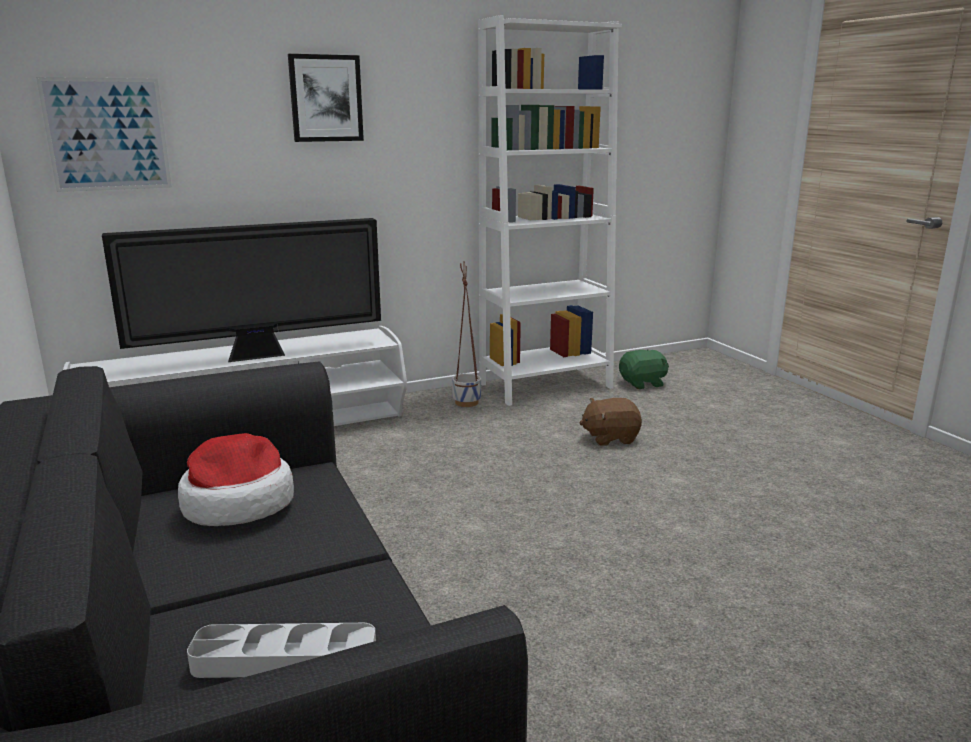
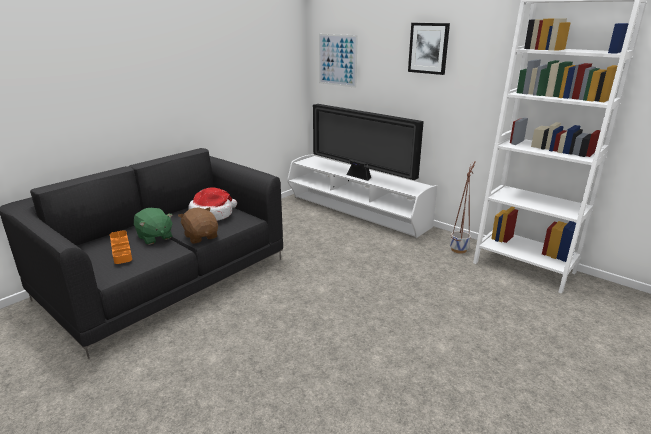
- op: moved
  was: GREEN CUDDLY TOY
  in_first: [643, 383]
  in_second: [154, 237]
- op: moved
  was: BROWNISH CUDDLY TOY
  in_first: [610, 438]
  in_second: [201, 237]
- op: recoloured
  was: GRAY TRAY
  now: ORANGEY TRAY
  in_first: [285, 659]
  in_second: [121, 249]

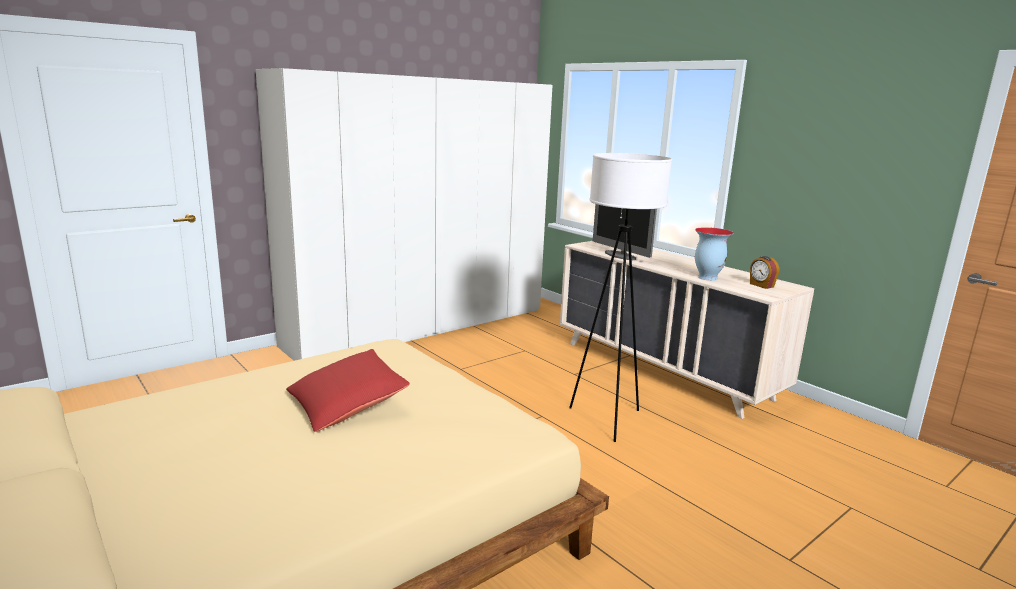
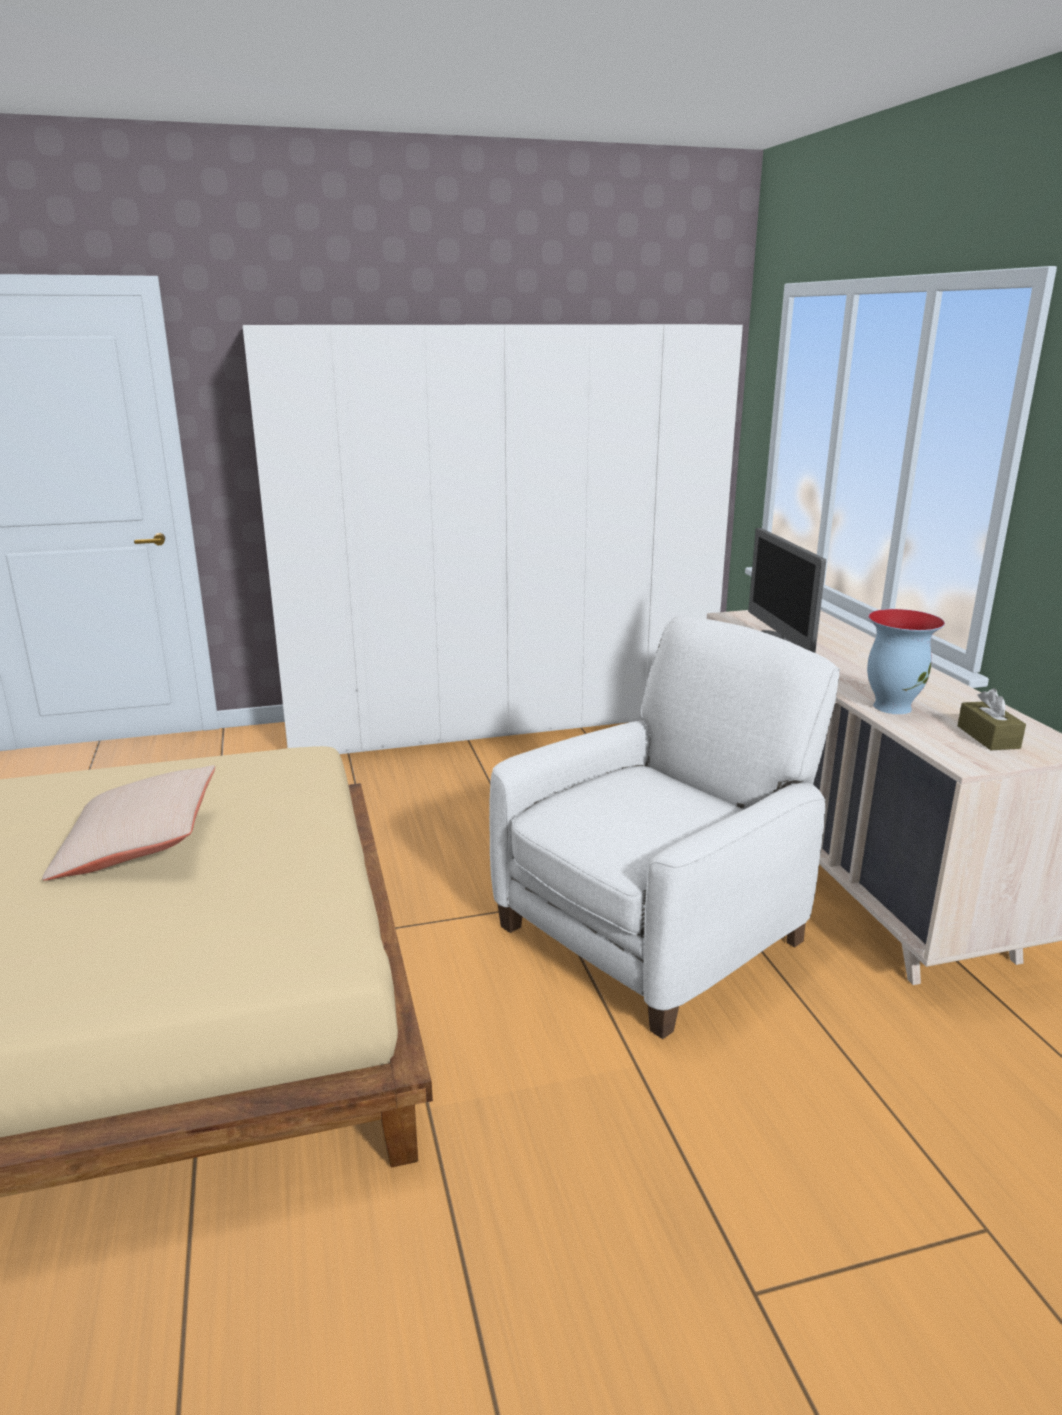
- op: replaced
  was: WHITE-COLOURED STANDARD LAMP
  now: WHITE-COLOURED ARMCHAIR
  in_first: [607, 420]
  in_second: [654, 932]
- op: replaced
  was: ALARM CLOCK
  now: BROWNISH BOX OF TISSUES
  in_first: [761, 285]
  in_second: [988, 737]
- op: recoloured
  was: RED CUSHION
  now: BEIGE CUSHION
  in_first: [347, 405]
  in_second: [139, 845]

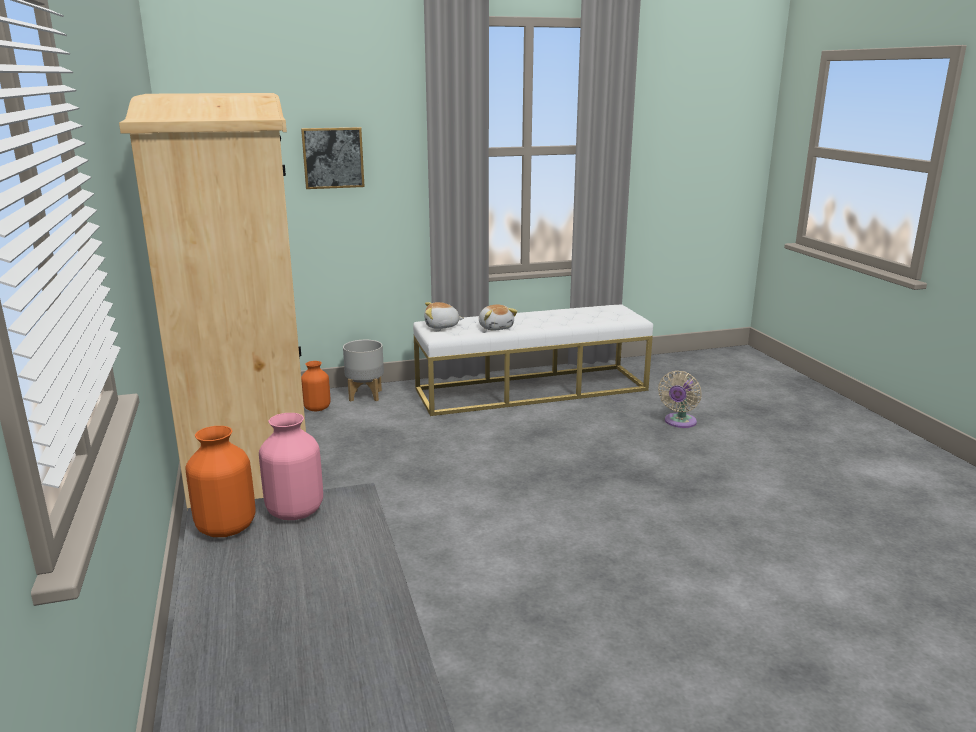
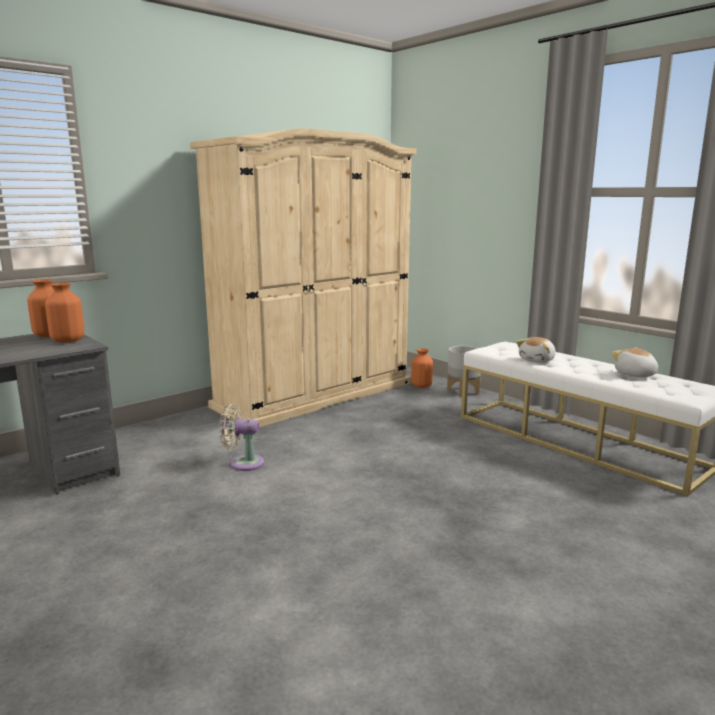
- op: removed
  was: WALL ART
  in_first: [333, 158]
- op: moved
  was: CUDDLY TOY
  in_first: [441, 326]
  in_second: [635, 374]
- op: moved
  was: BEIGE COOLING FAN
  in_first: [679, 422]
  in_second: [243, 463]
- op: recoloured
  was: PINKISH VASE
  now: ORANGEY VASE
  in_first: [294, 512]
  in_second: [67, 340]

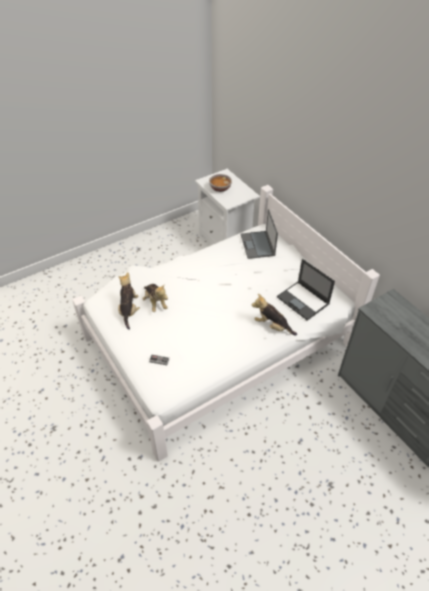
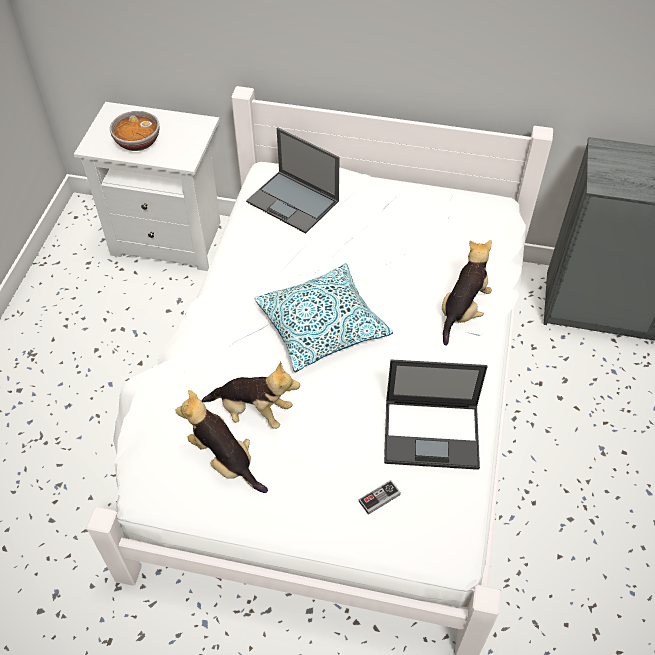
- op: moved
  was: PORTABLE COMPUTER
  in_first: [303, 301]
  in_second: [432, 433]
- op: turned
  was: CUDDLY TOY
  in_first: [272, 326]
  in_second: [463, 310]
  clockwise: 135
- op: added
  now: CUSHION
  in_second: [322, 325]

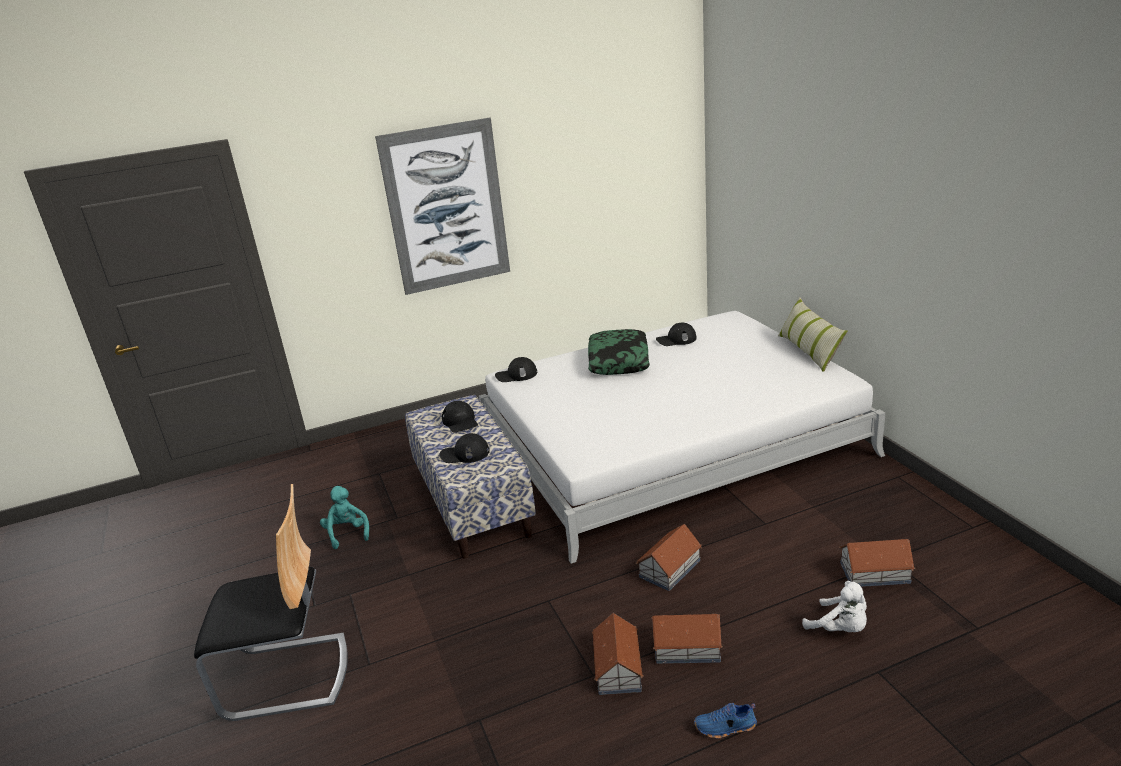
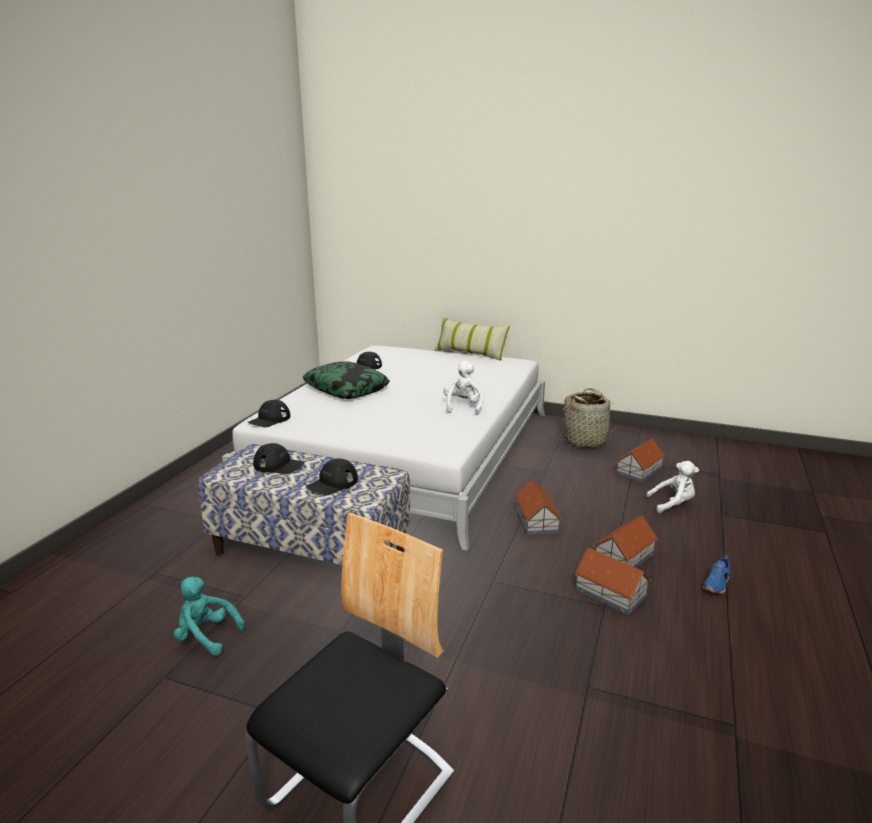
- op: removed
  was: WALL ART
  in_first: [446, 207]
- op: added
  now: WHITE-COLOURED CUDDLY TOY
  in_second: [463, 407]
- op: added
  now: HOUSEHOLD BASKET
  in_second: [585, 441]

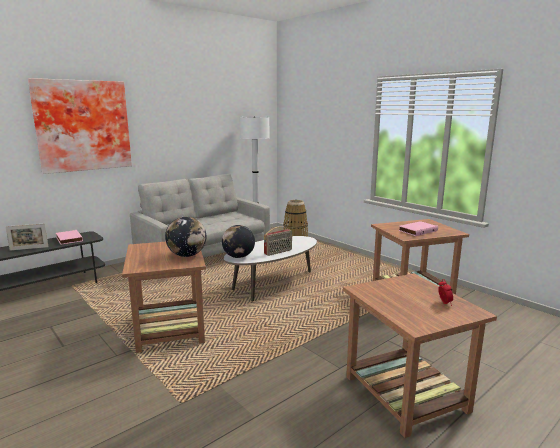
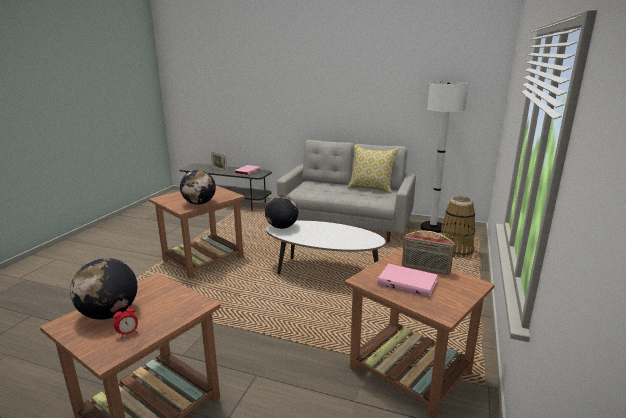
- op: removed
  was: WALL ART
  in_first: [83, 125]
- op: moved
  was: RADIO SET
  in_first: [278, 252]
  in_second: [425, 269]
- op: added
  now: CUSHION
  in_second: [371, 189]
- op: added
  now: DESK GLOBE
  in_second: [109, 314]

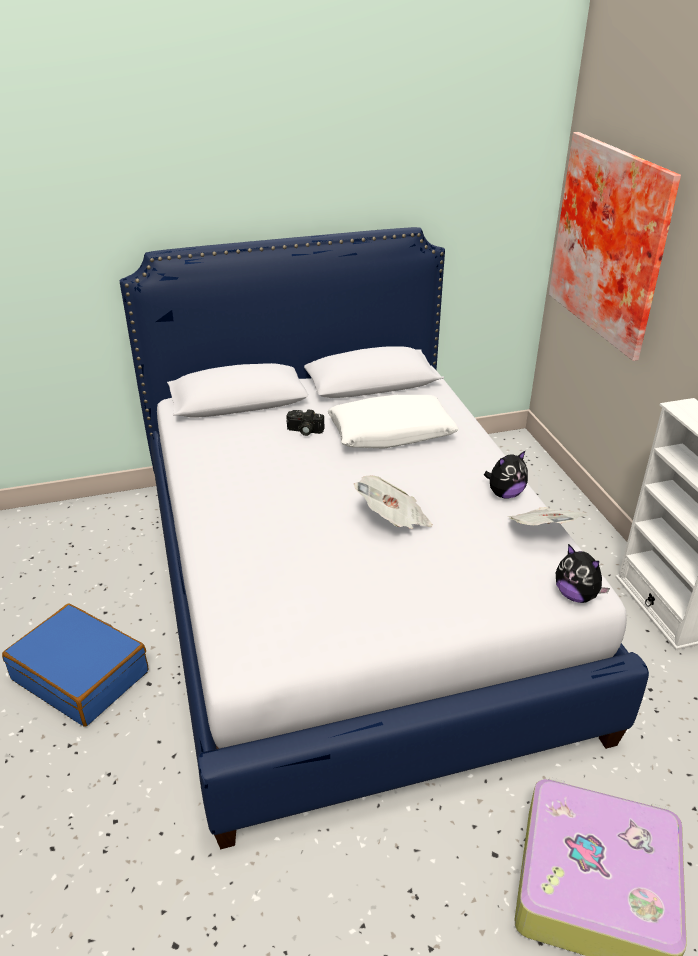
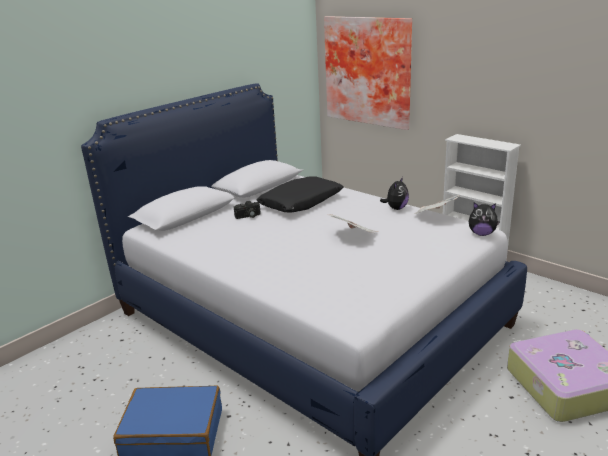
- op: recoloured
  was: WHITE-COLOURED CUSHION
  now: BLACK CUSHION
  in_first: [391, 433]
  in_second: [301, 202]

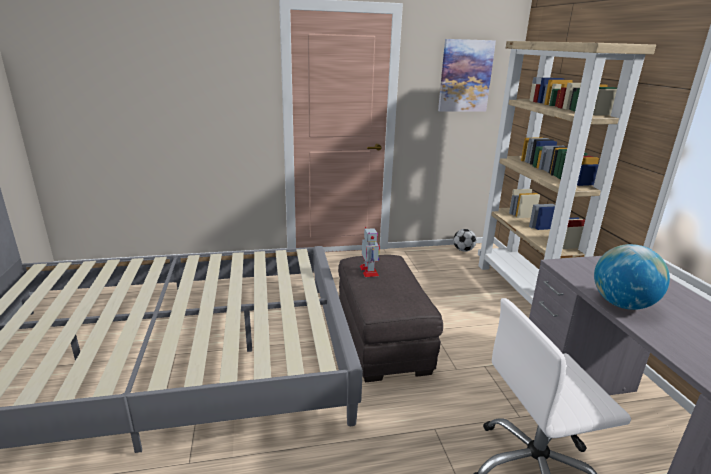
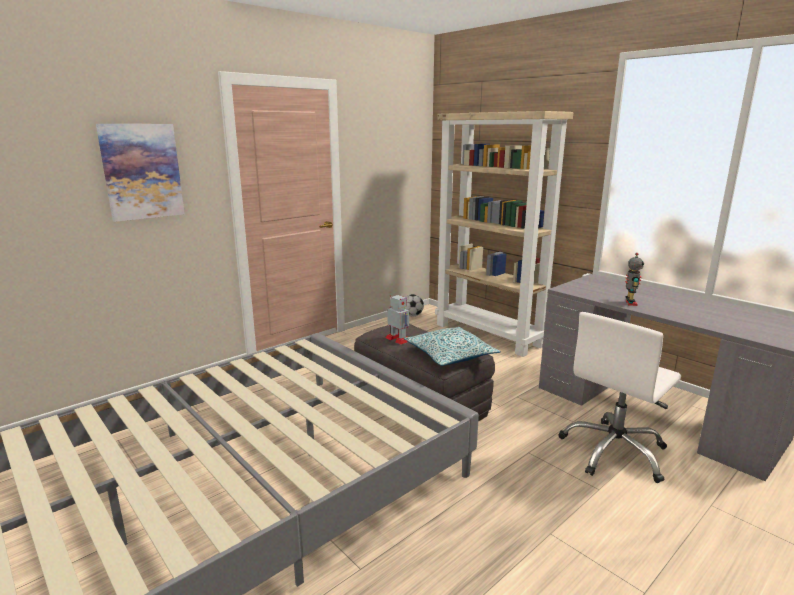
- op: moved
  was: WALL ART
  in_first: [465, 76]
  in_second: [142, 171]
- op: replaced
  was: DESK GLOBE
  now: MODEL ROBOT
  in_first: [621, 304]
  in_second: [630, 303]
- op: added
  now: CUSHION
  in_second: [450, 355]

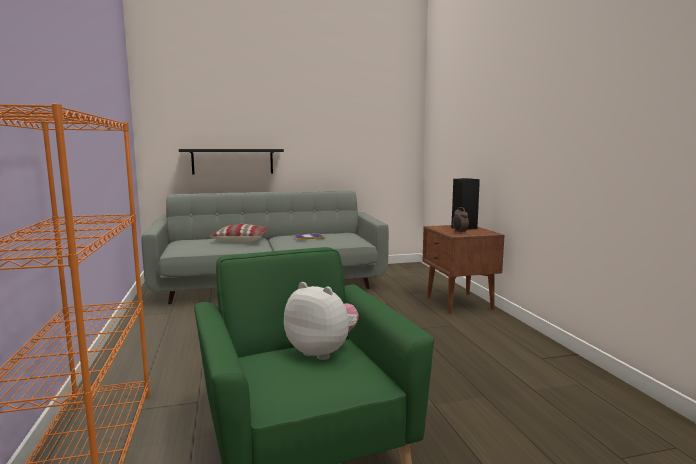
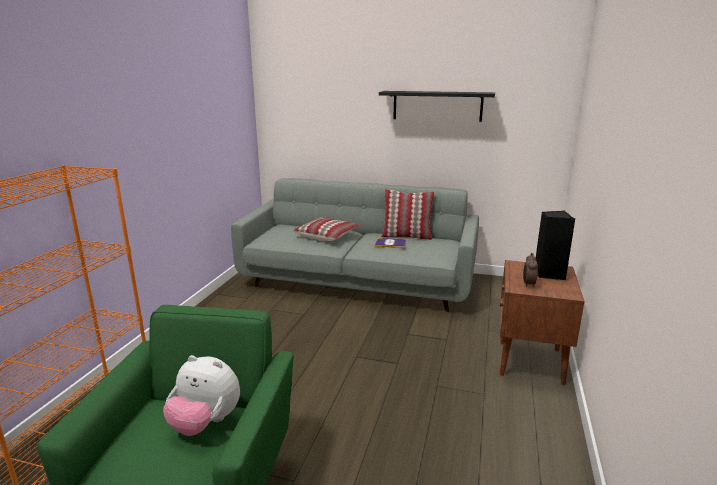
- op: moved
  was: BLACK WALL SHELF
  in_first: [232, 161]
  in_second: [437, 106]
- op: turned
  was: CUDDLY TOY
  in_first: [322, 352]
  in_second: [205, 423]
  clockwise: 135
- op: added
  now: CUSHION
  in_second: [406, 236]

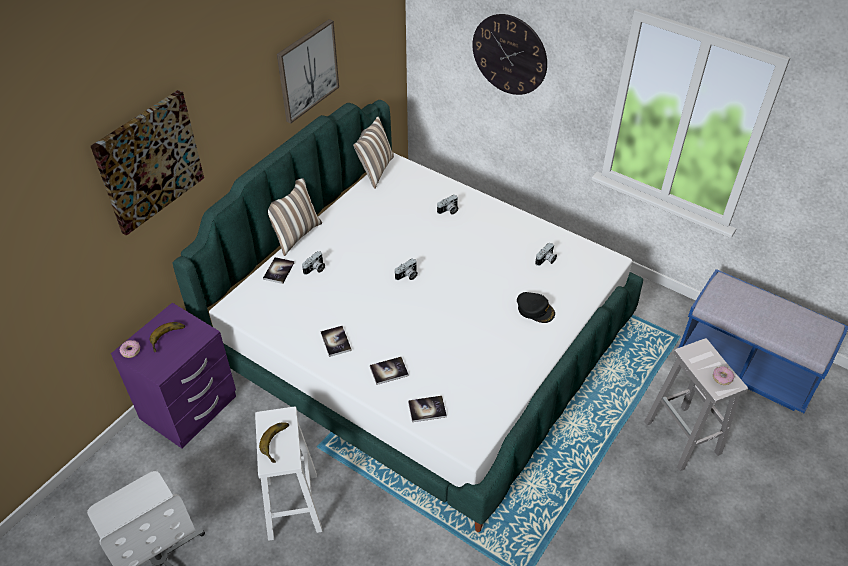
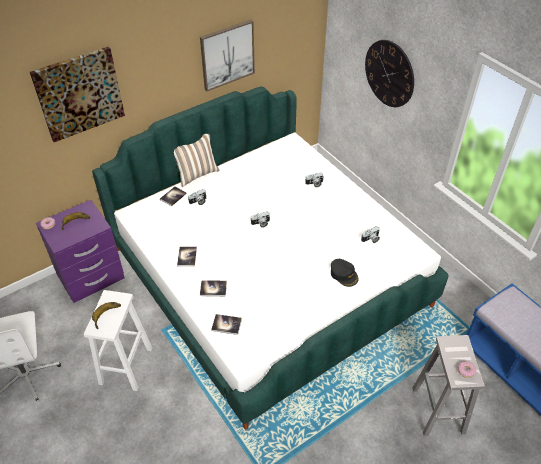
- op: removed
  was: CUSHION
  in_first: [375, 170]

